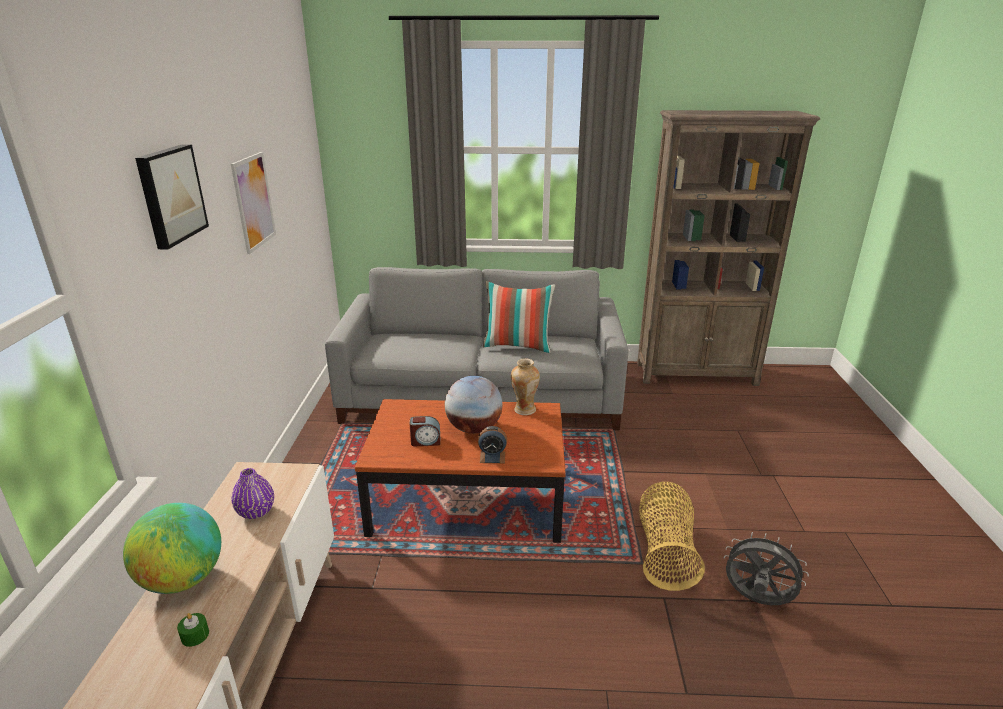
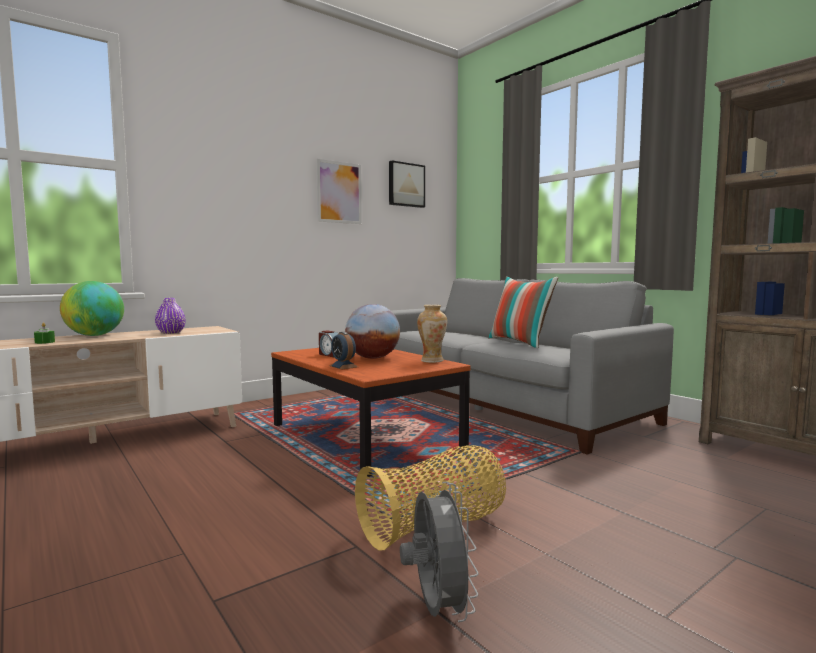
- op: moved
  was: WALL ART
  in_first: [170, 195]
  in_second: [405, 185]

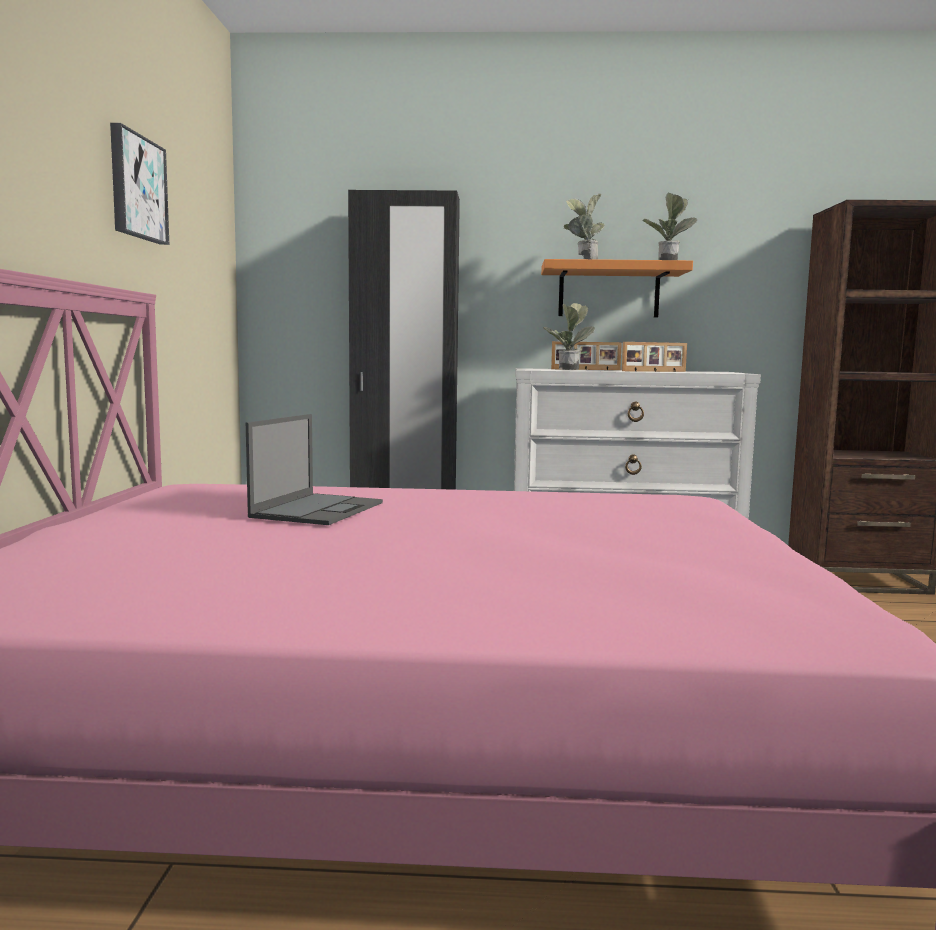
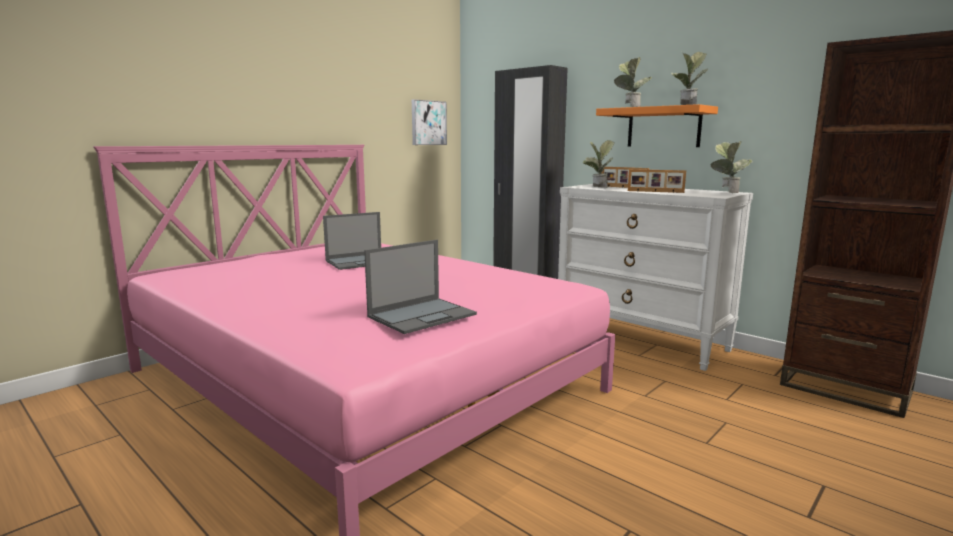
- op: moved
  was: WALL ART
  in_first: [136, 187]
  in_second: [428, 123]
- op: added
  now: PLANT IN A POT
  in_second: [726, 192]
- op: added
  now: PORTABLE COMPUTER
  in_second: [423, 315]

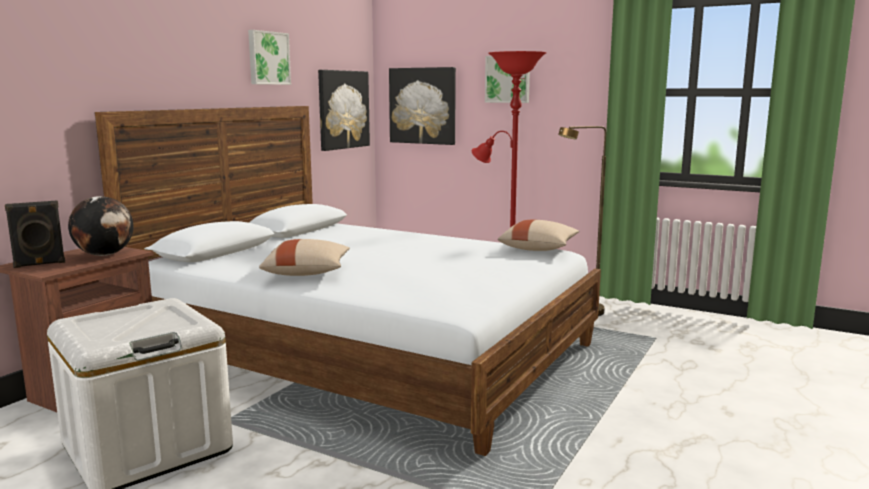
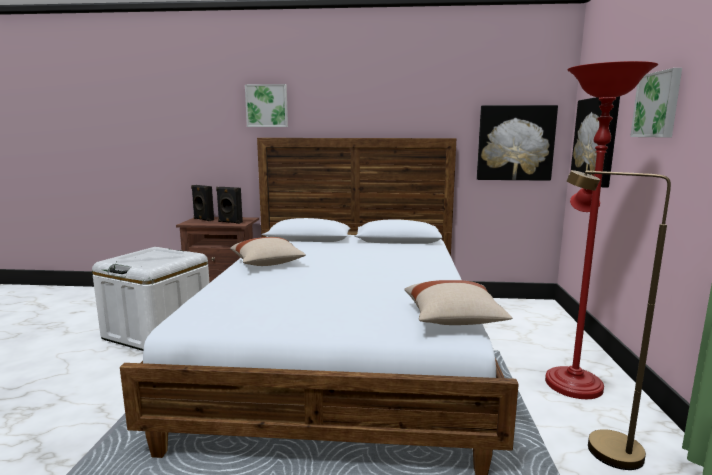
- op: moved
  was: WALL ART
  in_first: [268, 58]
  in_second: [267, 106]
- op: replaced
  was: DESK GLOBE
  now: BLACK LOUDSPEAKER
  in_first: [105, 255]
  in_second: [229, 222]

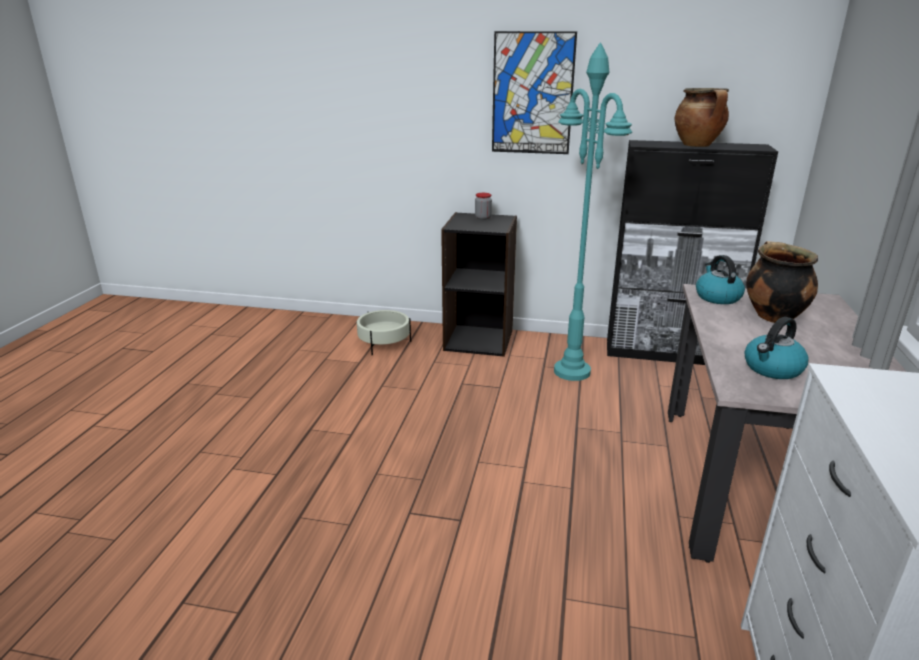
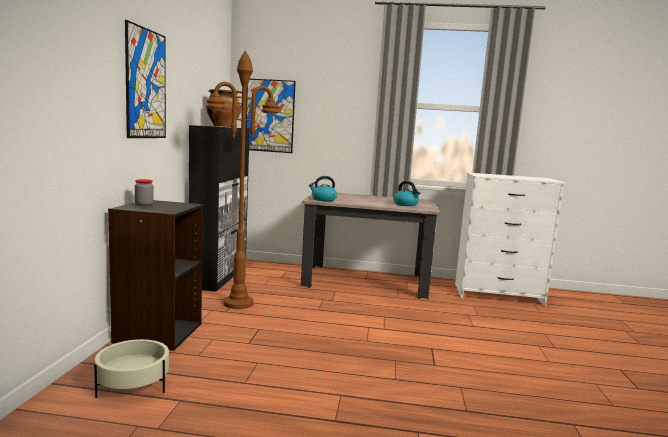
- op: recoloured
  was: TURQUOISE-COLOURED STANDARD LAMP
  now: BROWNISH STANDARD LAMP
  in_first: [572, 372]
  in_second: [239, 303]
- op: removed
  was: STOCKPOT
  in_first: [772, 316]
- op: added
  now: WALL ART
  in_second: [269, 116]

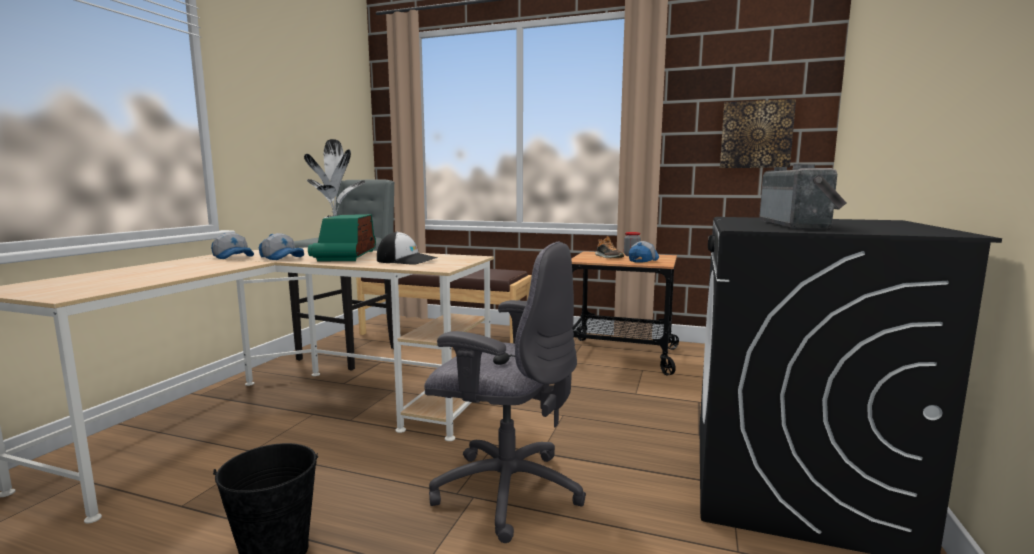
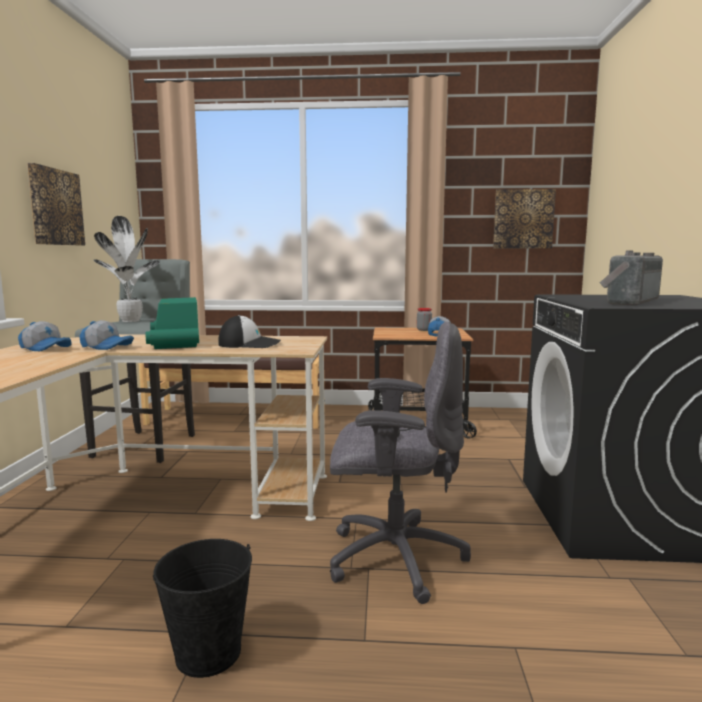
- op: turned
  was: RADIO SET
  in_first: [798, 225]
  in_second: [627, 301]
  clockwise: -135
- op: removed
  was: SHOE
  in_first: [608, 257]
- op: added
  now: WALL ART
  in_second: [55, 207]

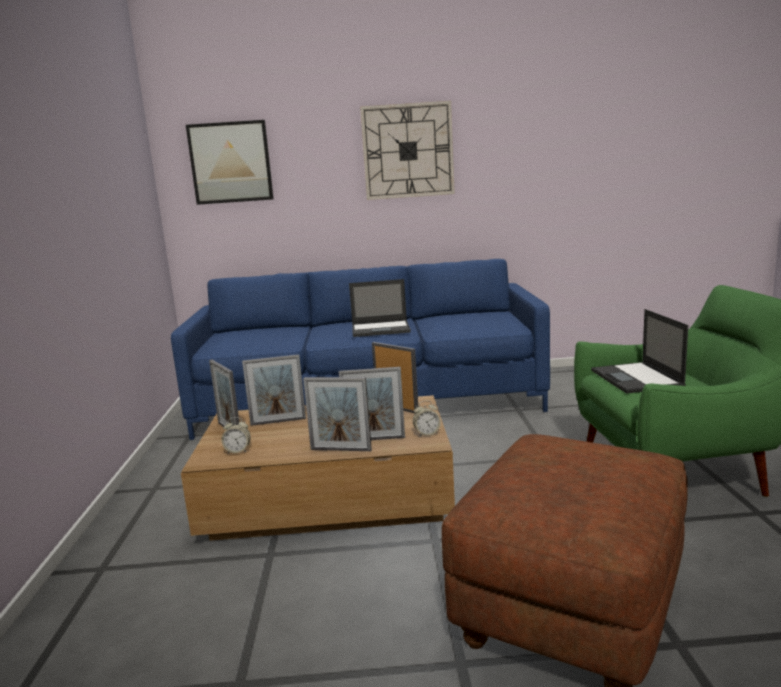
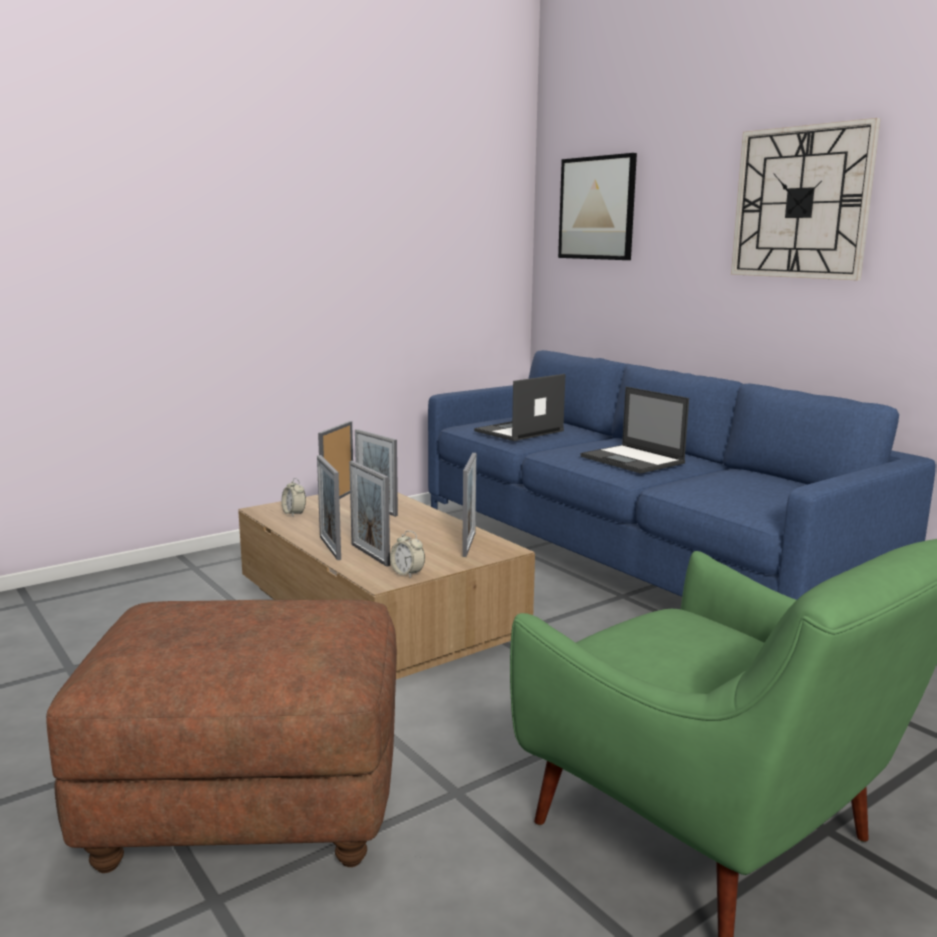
- op: moved
  was: PORTABLE COMPUTER
  in_first: [637, 378]
  in_second: [518, 431]

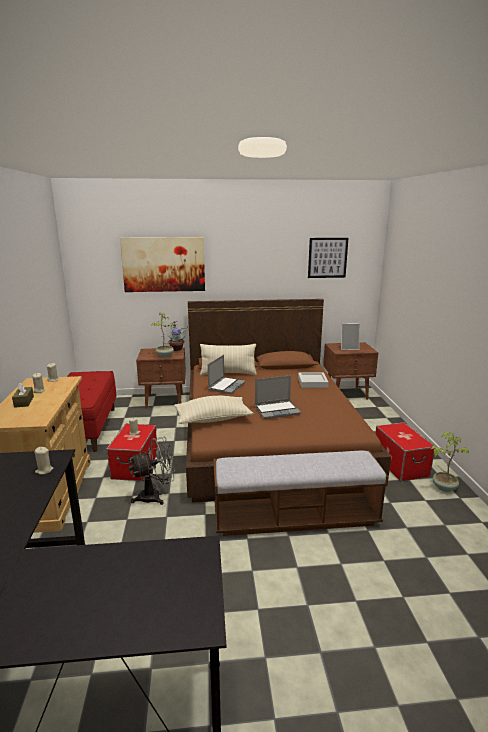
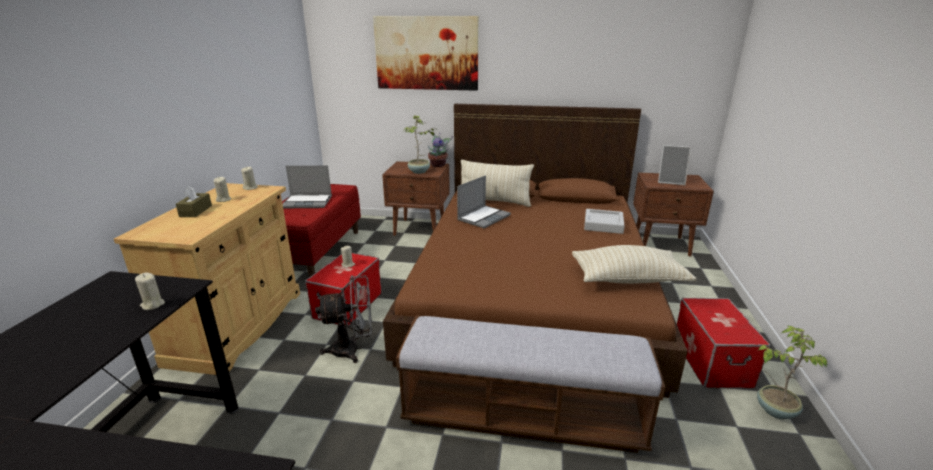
- op: removed
  was: WALL ART
  in_first: [327, 258]
- op: moved
  was: PORTABLE COMPUTER
  in_first: [277, 410]
  in_second: [308, 202]
- op: moved
  was: BEIGE CUSHION
  in_first: [213, 419]
  in_second: [628, 279]

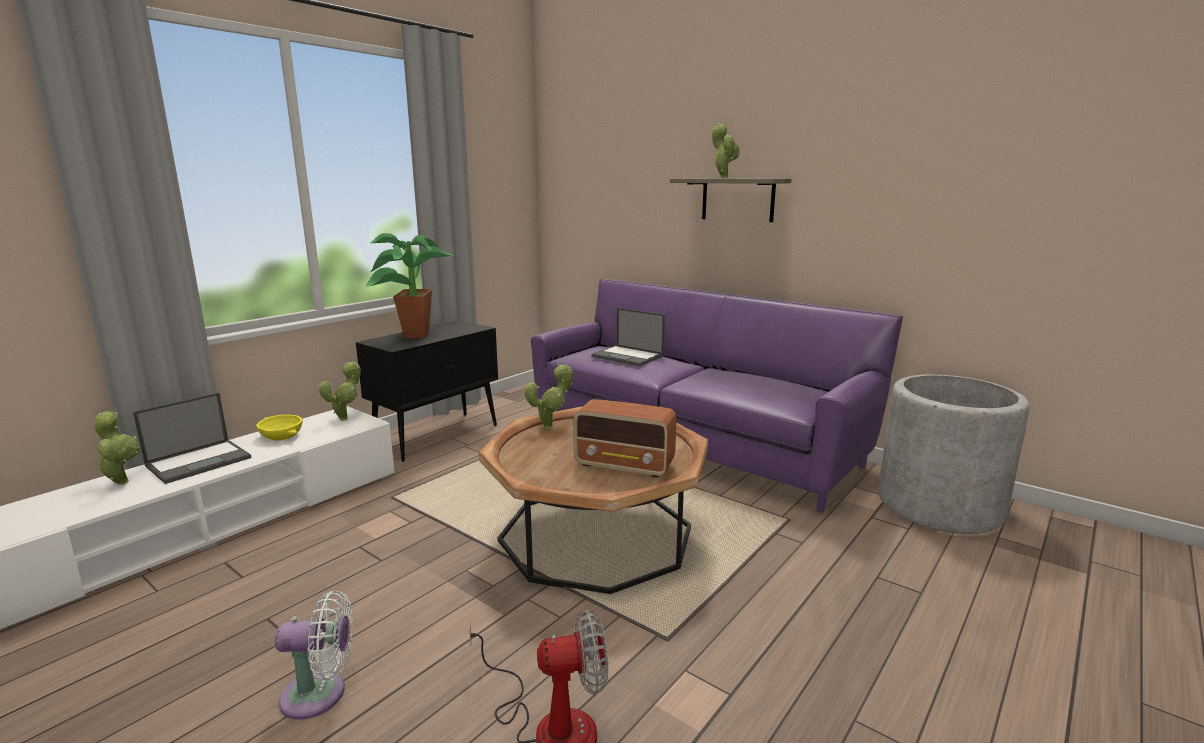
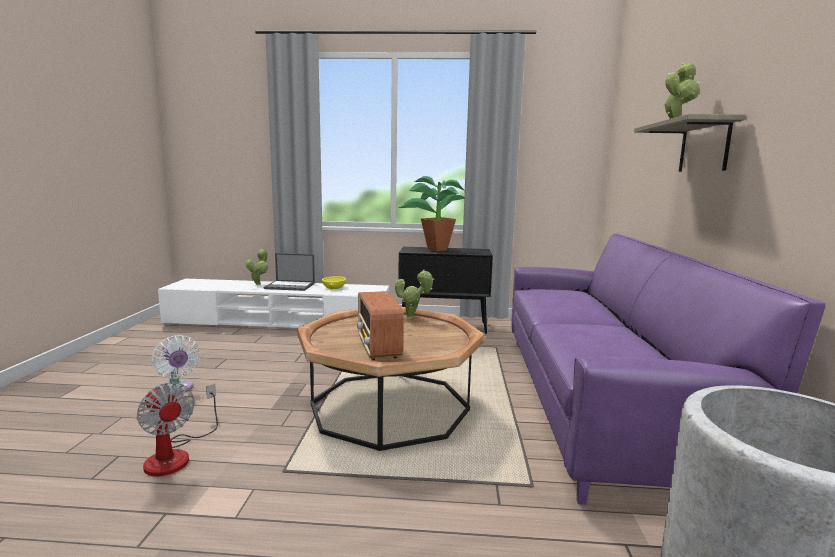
- op: removed
  was: PORTABLE COMPUTER
  in_first: [628, 356]
- op: removed
  was: PLANT IN A POT
  in_first: [346, 418]

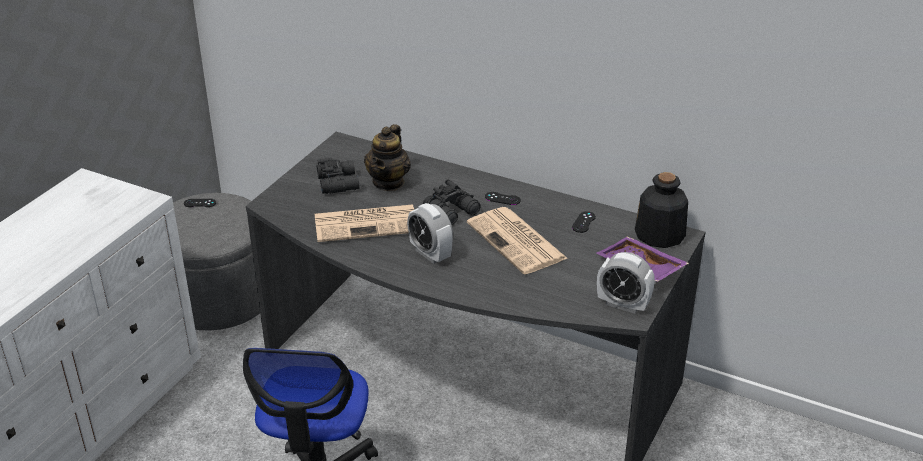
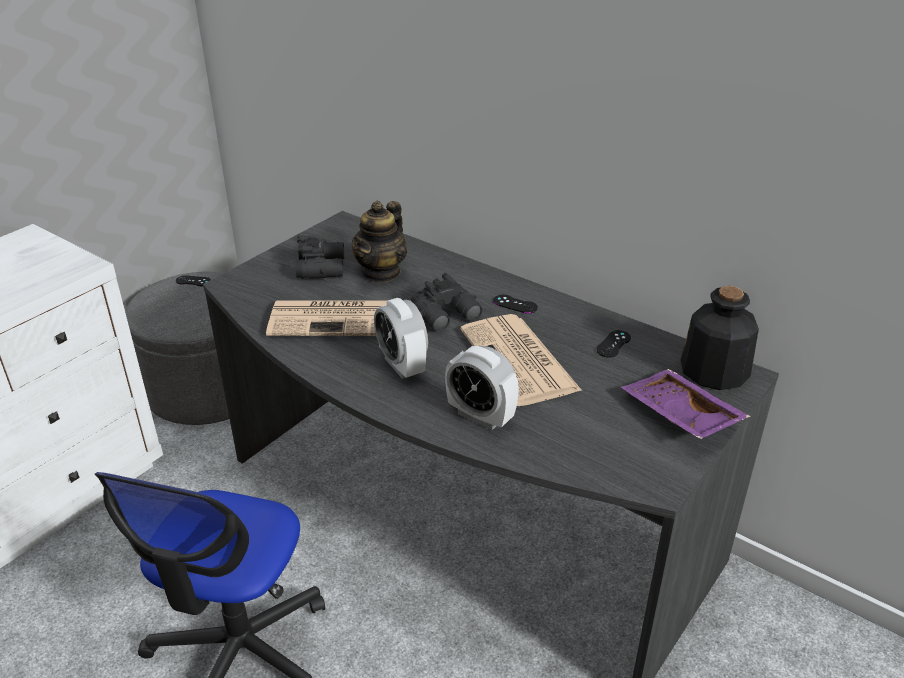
- op: moved
  was: ALARM CLOCK
  in_first: [623, 304]
  in_second: [480, 416]

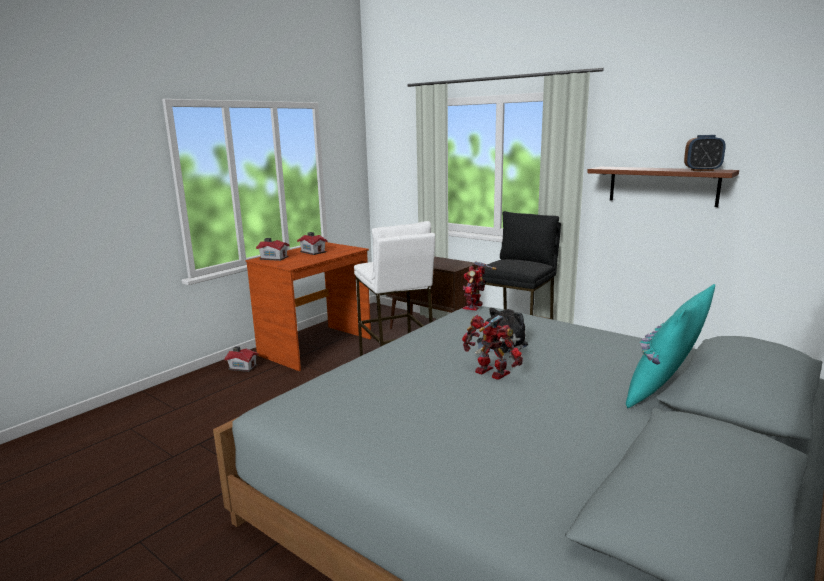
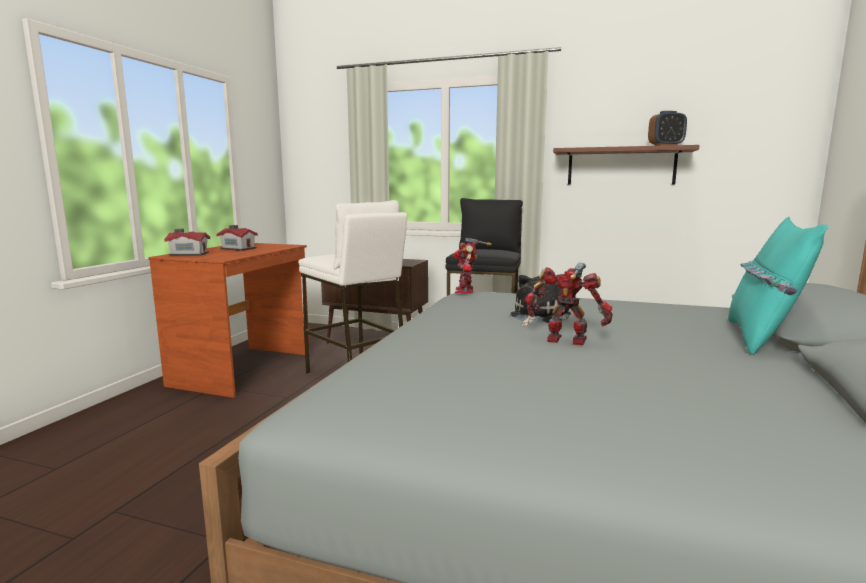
- op: removed
  was: MODEL HOUSE
  in_first: [242, 367]

